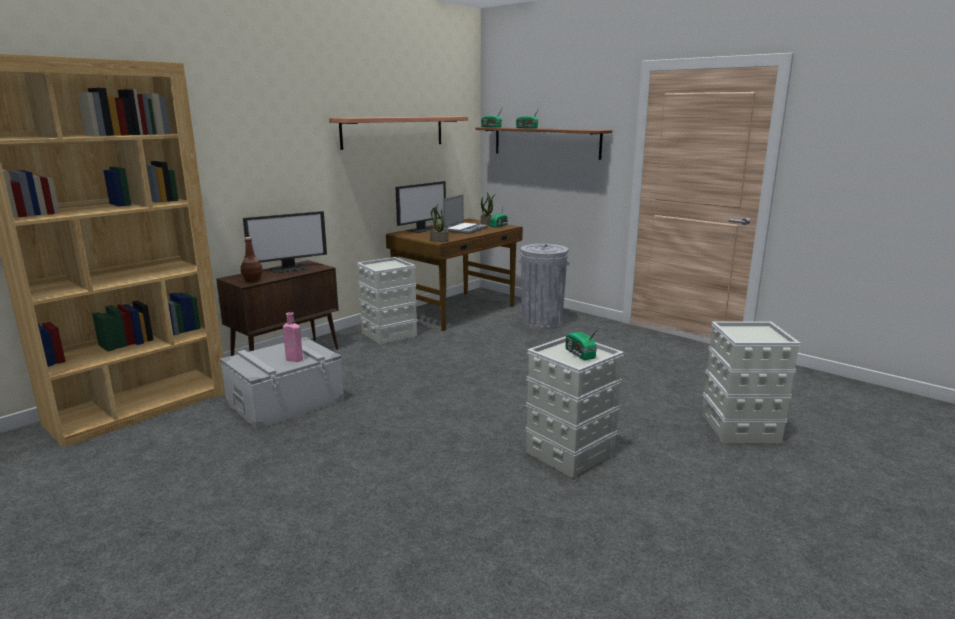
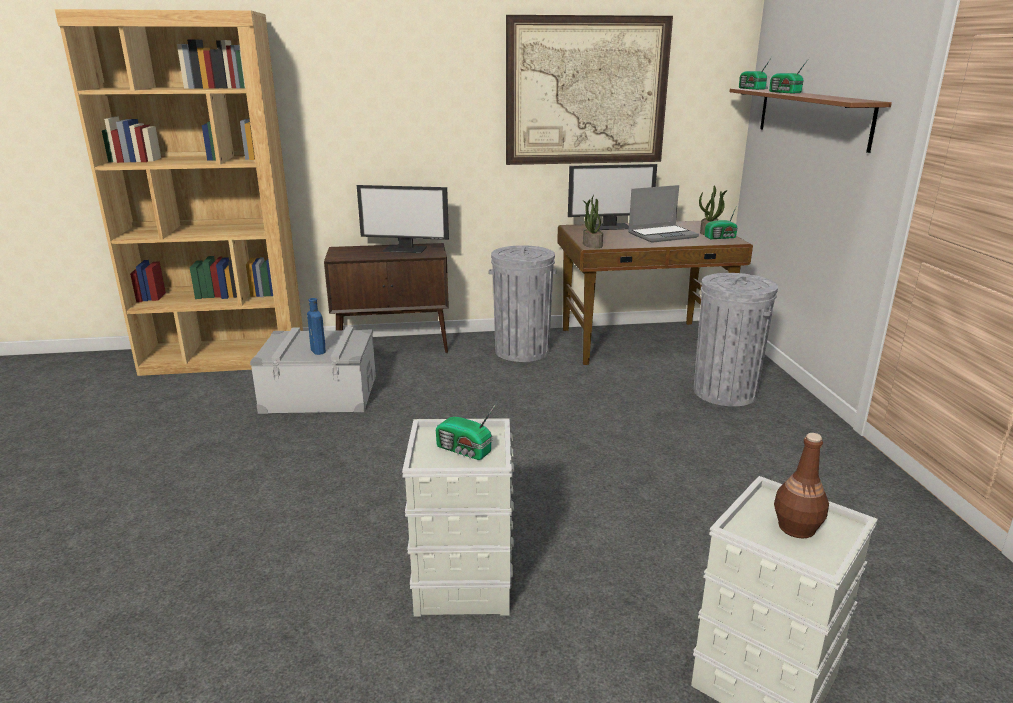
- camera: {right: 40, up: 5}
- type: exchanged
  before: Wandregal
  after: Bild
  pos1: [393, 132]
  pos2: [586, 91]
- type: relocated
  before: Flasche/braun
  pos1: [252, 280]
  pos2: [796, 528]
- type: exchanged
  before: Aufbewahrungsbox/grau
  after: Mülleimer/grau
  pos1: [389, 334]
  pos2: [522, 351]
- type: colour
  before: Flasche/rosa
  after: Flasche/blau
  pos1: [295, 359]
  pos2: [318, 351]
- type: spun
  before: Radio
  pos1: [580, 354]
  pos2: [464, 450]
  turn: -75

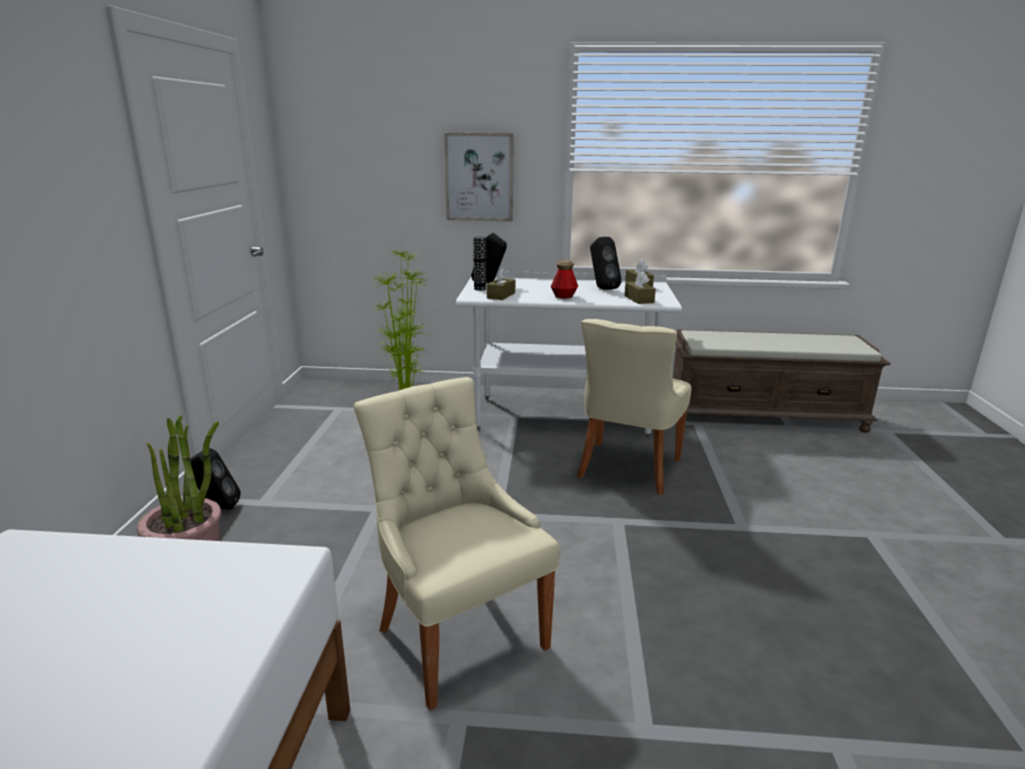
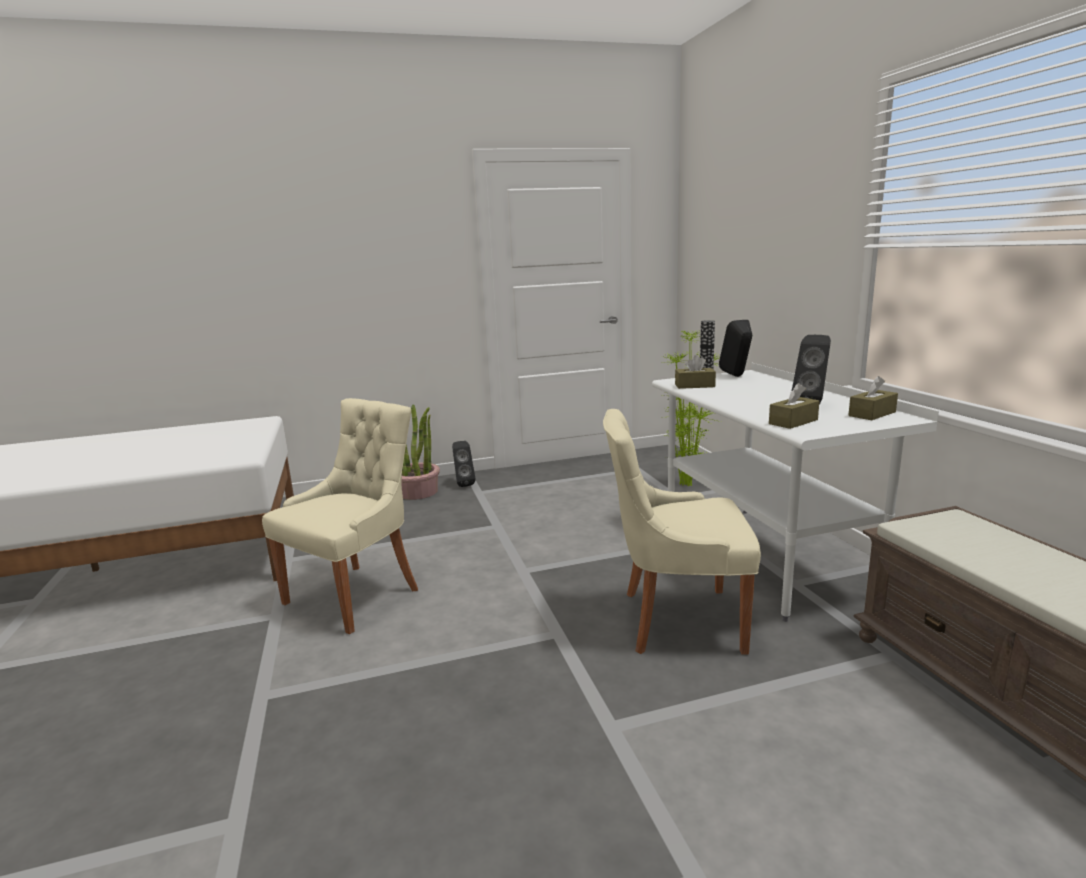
- camera: {right: 70, up: -5}
- type: missing
  before: Bild
  pos1: [479, 177]
- type: missing
  before: Flasche
  pos1: [564, 296]

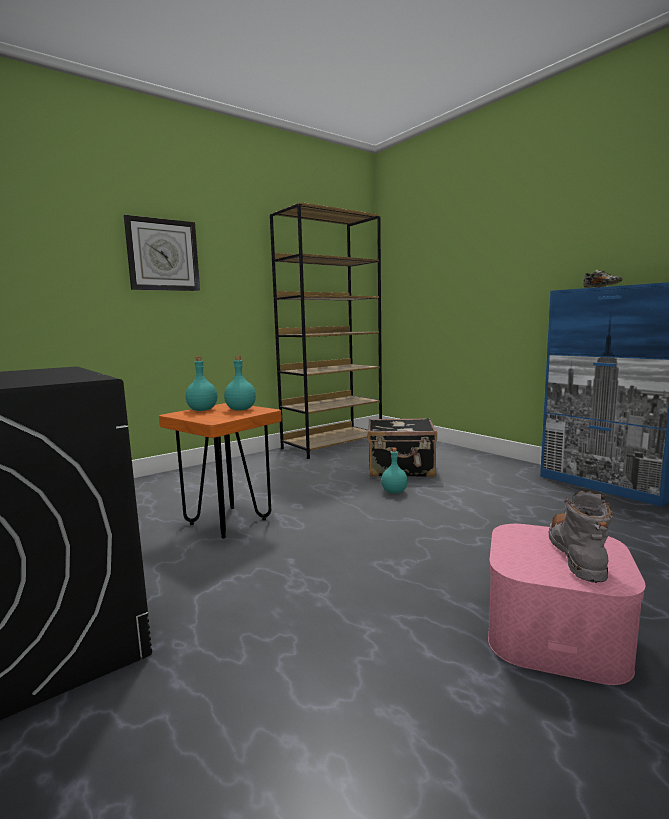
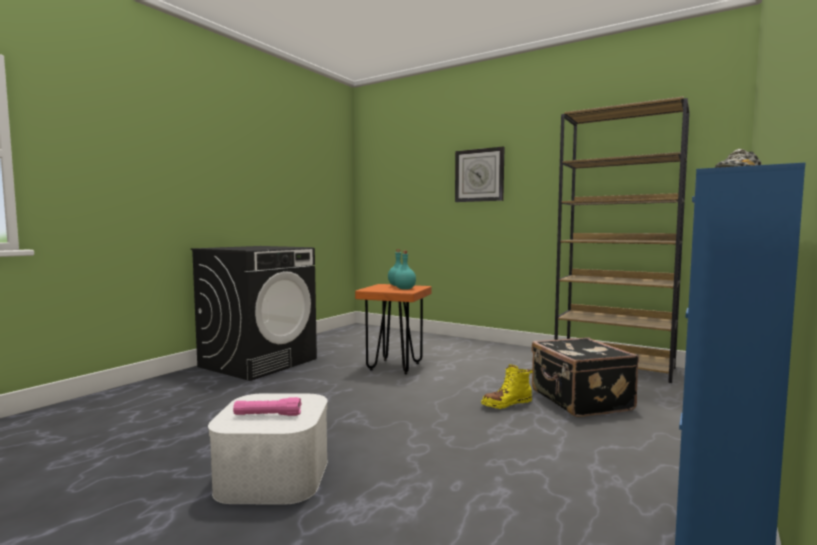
- camera: {right: 70, up: -5}
- type: exchanged
  before: Flasche/türkis
  after: Stiefel/gelb
  pos1: [394, 492]
  pos2: [506, 404]
- type: exchanged
  before: Stiefel/grau
  after: Taschenlampe/rosa
  pos1: [577, 556]
  pos2: [267, 415]
- type: colour
  before: Aufbewahrungsbox/rosa
  after: Aufbewahrungsbox/weiß
  pos1: [555, 631]
  pos2: [273, 475]

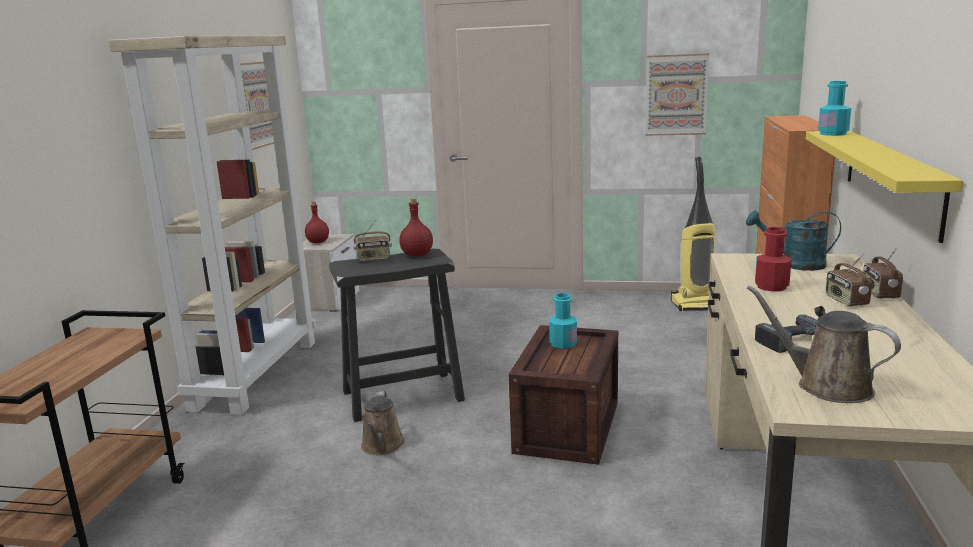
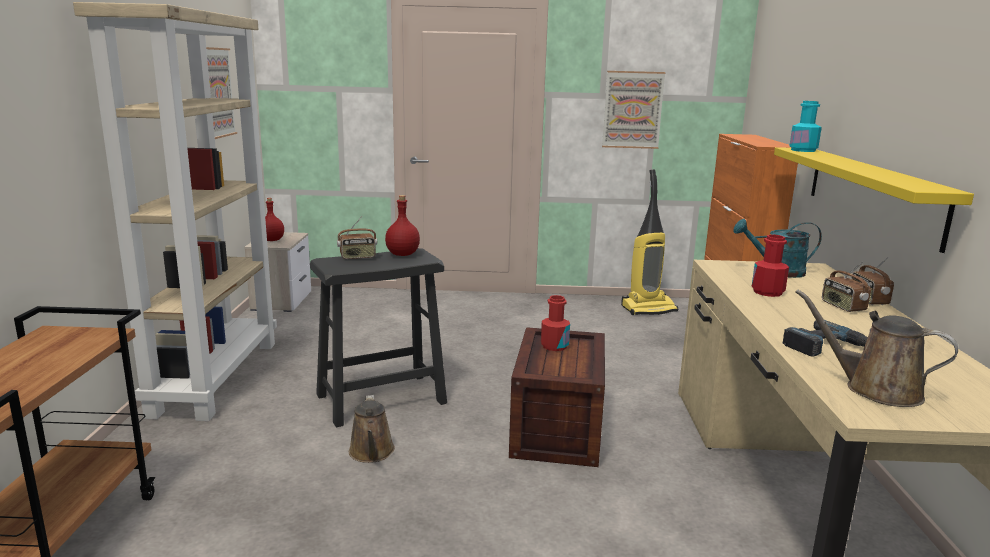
- camera: {right: -10, up: 0}
- type: colour
  before: Flasche/türkis
  after: Flasche/rot
  pos1: [563, 344]
  pos2: [554, 346]

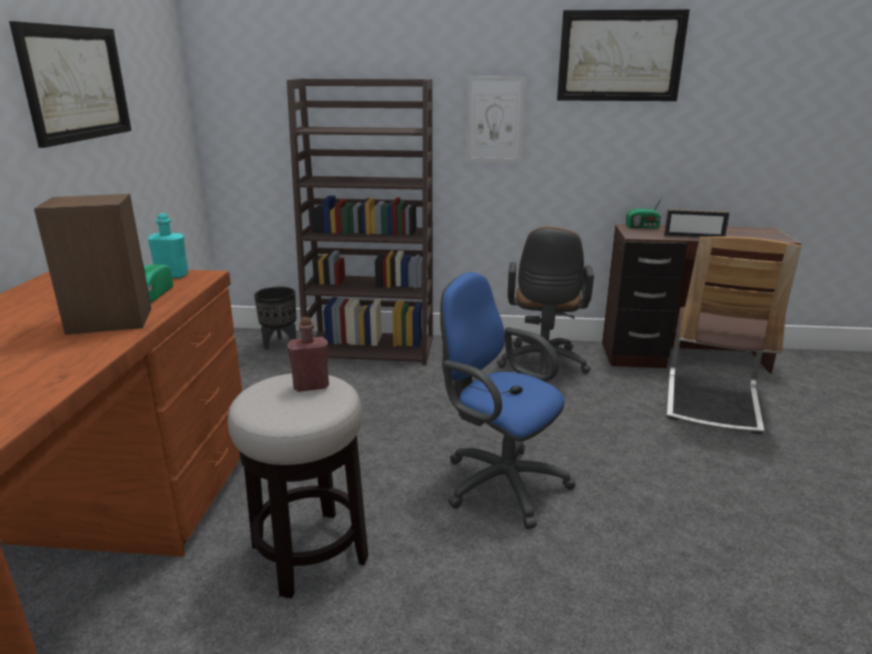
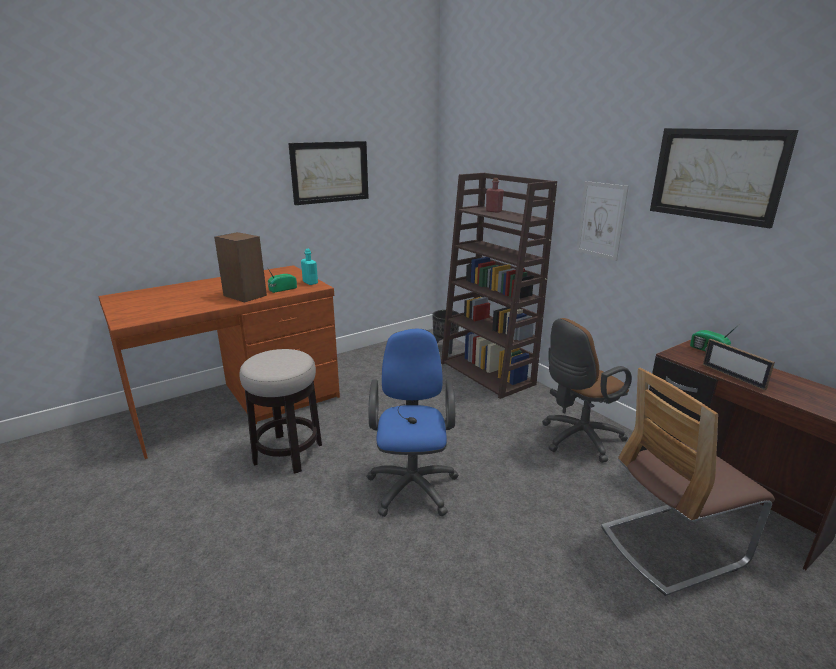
- camera: {right: 50, up: 0}
- type: relocated
  before: Flasche/rot
  pos1: [311, 386]
  pos2: [493, 211]

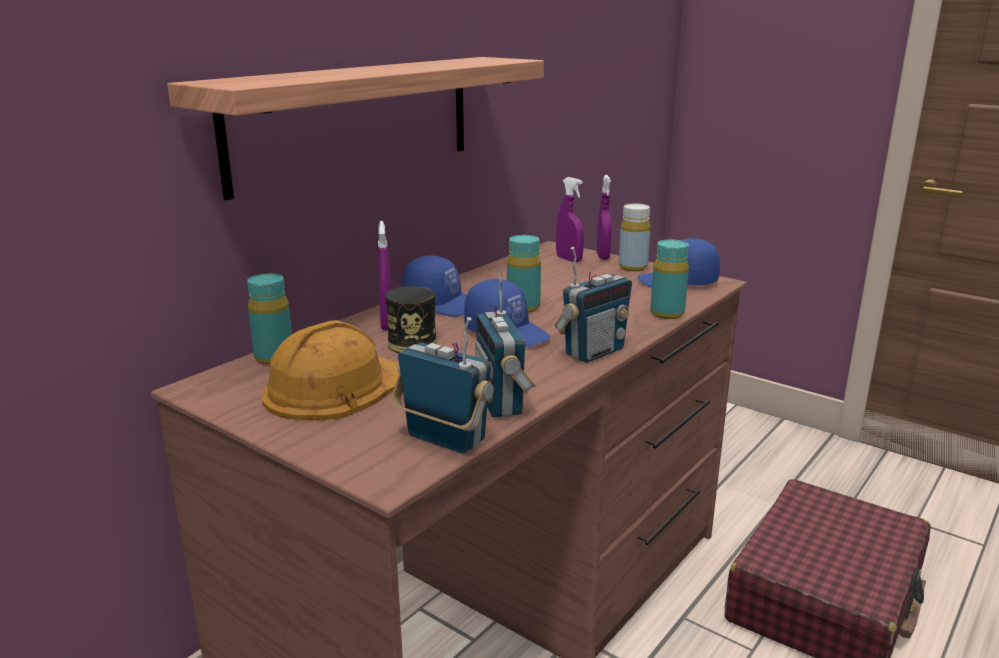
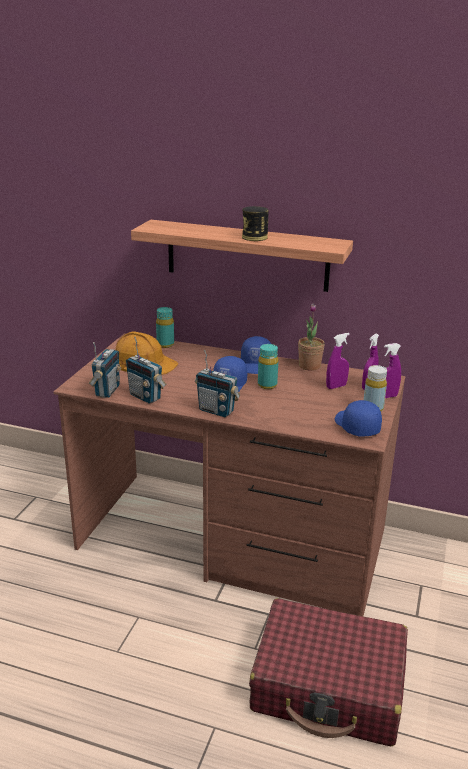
- camera: {right: 70, up: 5}
- type: relocated
  before: Sprühflasche/lila
  pos1: [387, 324]
  pos2: [336, 386]
- type: missing
  before: Flasche/türkis
  pos1: [667, 314]
- type: spun
  before: Radio
  pos1: [501, 403]
  pos2: [145, 397]
  turn: -105
- type: relocated
  before: Dose
  pos1: [412, 344]
  pos2: [254, 237]
- type: appeared
  after: Topfpflanze
  pos2: [309, 366]

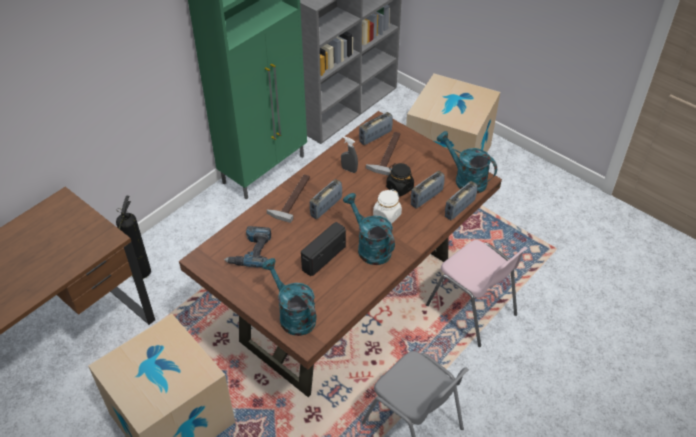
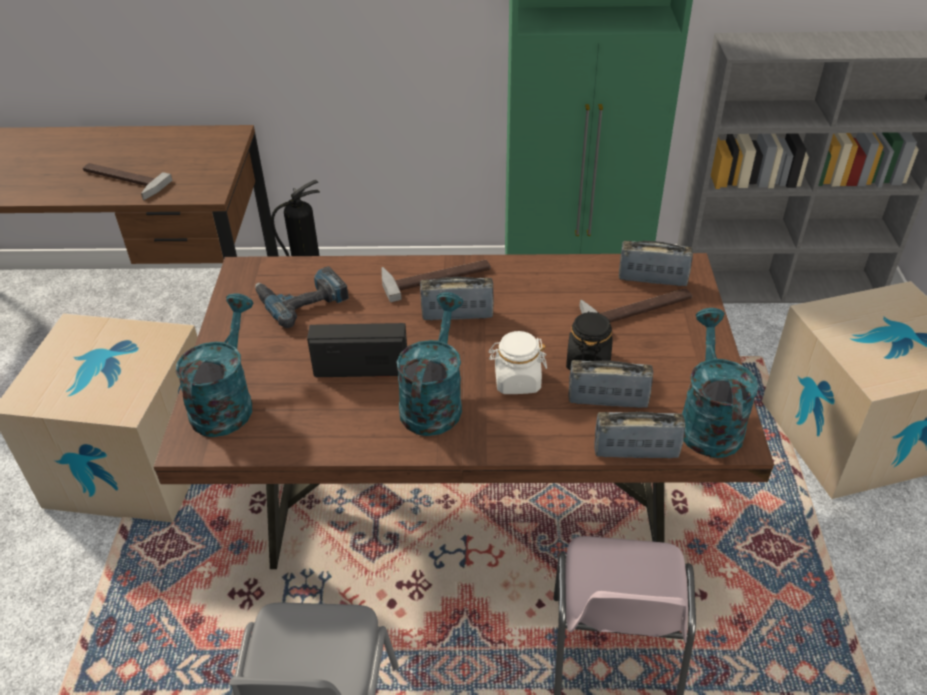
- camera: {right: 50, up: -5}
- type: missing
  before: Sprühflasche/grau
  pos1: [349, 169]
- type: appeared
  after: Hammer
  pos2: [121, 181]

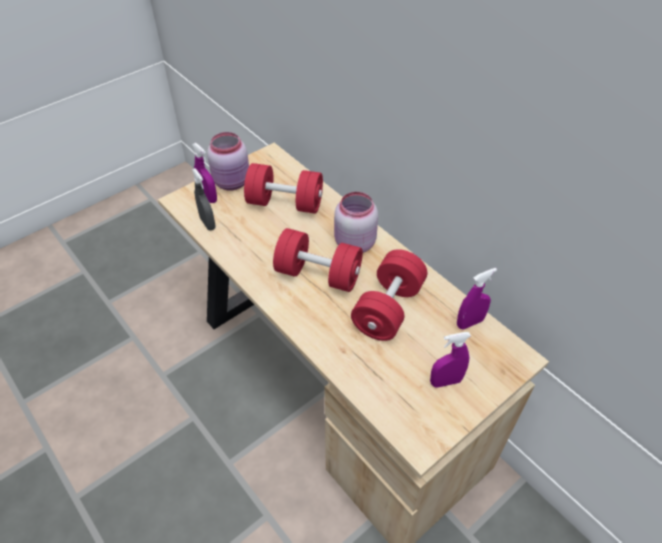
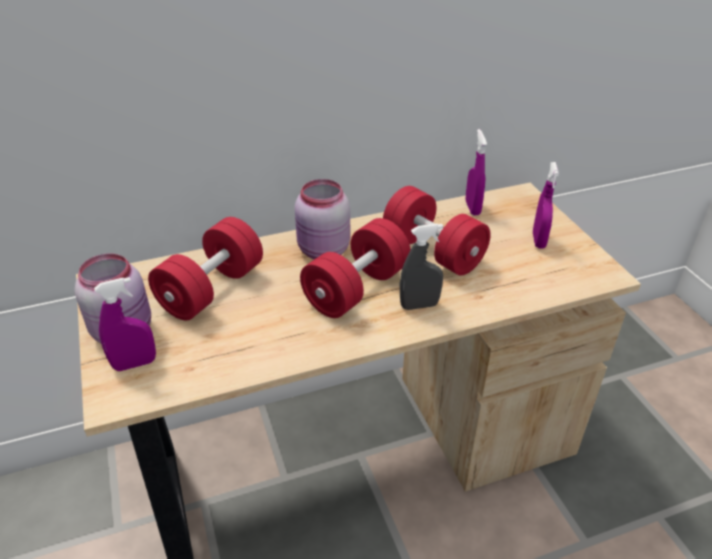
- camera: {right: -70, up: -10}
- type: relocated
  before: Sprühflasche/grau
  pos1: [207, 223]
  pos2: [419, 305]

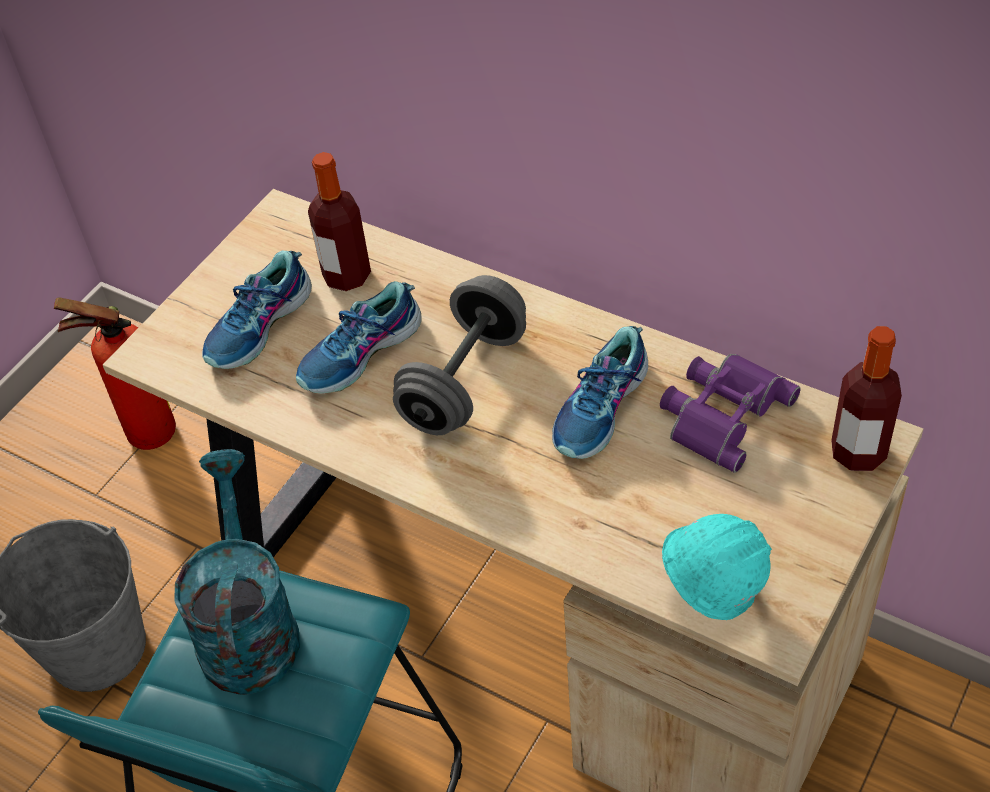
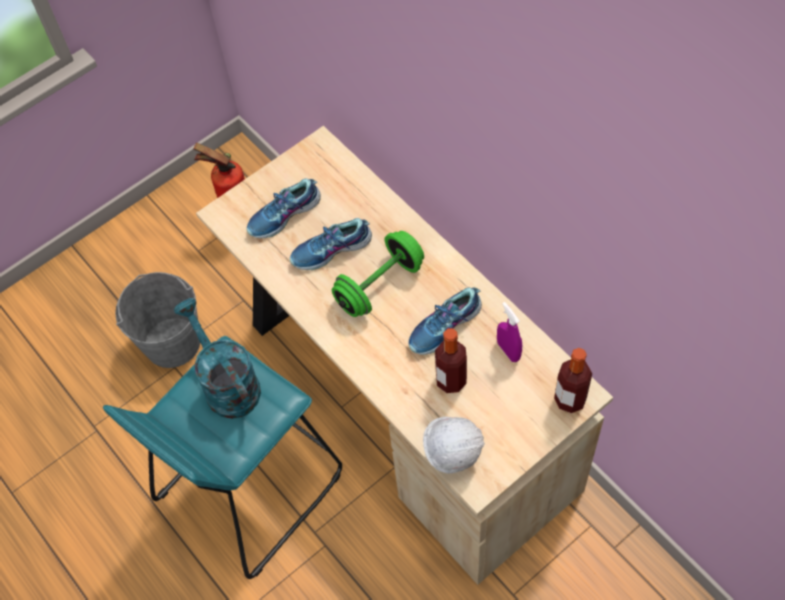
- camera: {right: 20, up: 10}
- type: relocated
  before: Flasche
  pos1: [347, 276]
  pos2: [451, 380]
- type: colour
  before: Hantel/grau
  after: Hantel/grün
  pos1: [464, 381]
  pos2: [379, 285]
- type: exchanged
  before: Fernglas/lila
  after: Sprühflasche/lila
  pos1: [722, 412]
  pos2: [508, 351]
- type: spun
  before: Gießkanne/türkis
  pos1: [247, 625]
  pos2: [226, 383]
  turn: -45
- type: colour
  before: Schutzhelm/türkis
  after: Schutzhelm/weiß
  pos1: [711, 596]
  pos2: [453, 454]

